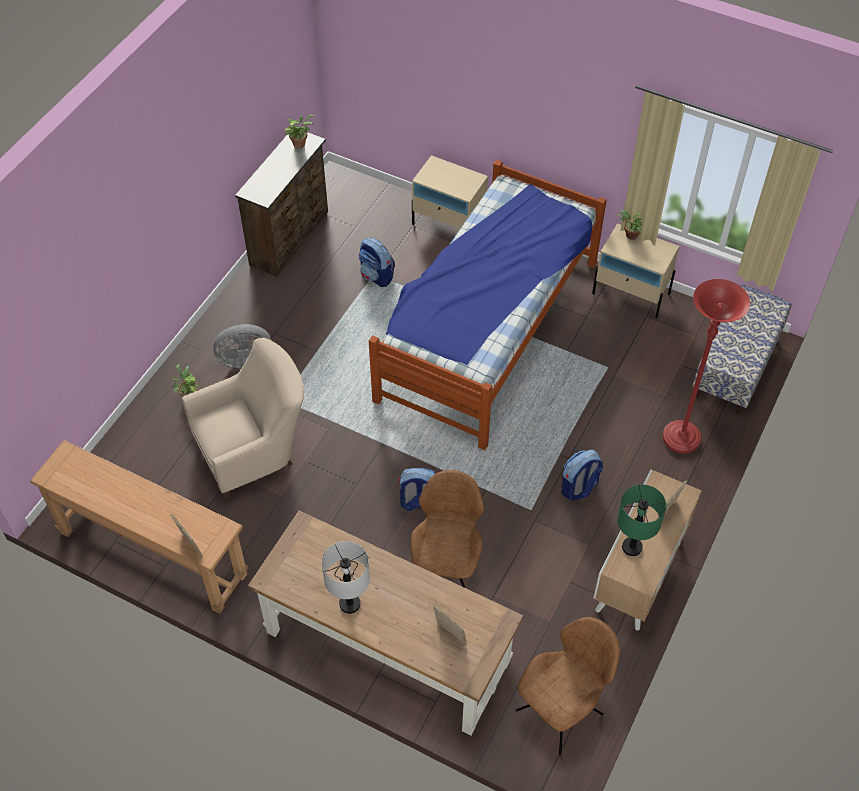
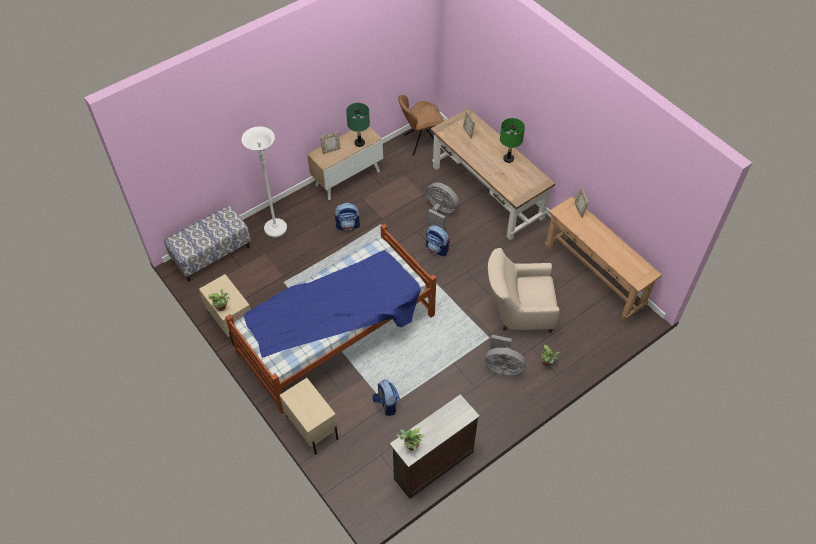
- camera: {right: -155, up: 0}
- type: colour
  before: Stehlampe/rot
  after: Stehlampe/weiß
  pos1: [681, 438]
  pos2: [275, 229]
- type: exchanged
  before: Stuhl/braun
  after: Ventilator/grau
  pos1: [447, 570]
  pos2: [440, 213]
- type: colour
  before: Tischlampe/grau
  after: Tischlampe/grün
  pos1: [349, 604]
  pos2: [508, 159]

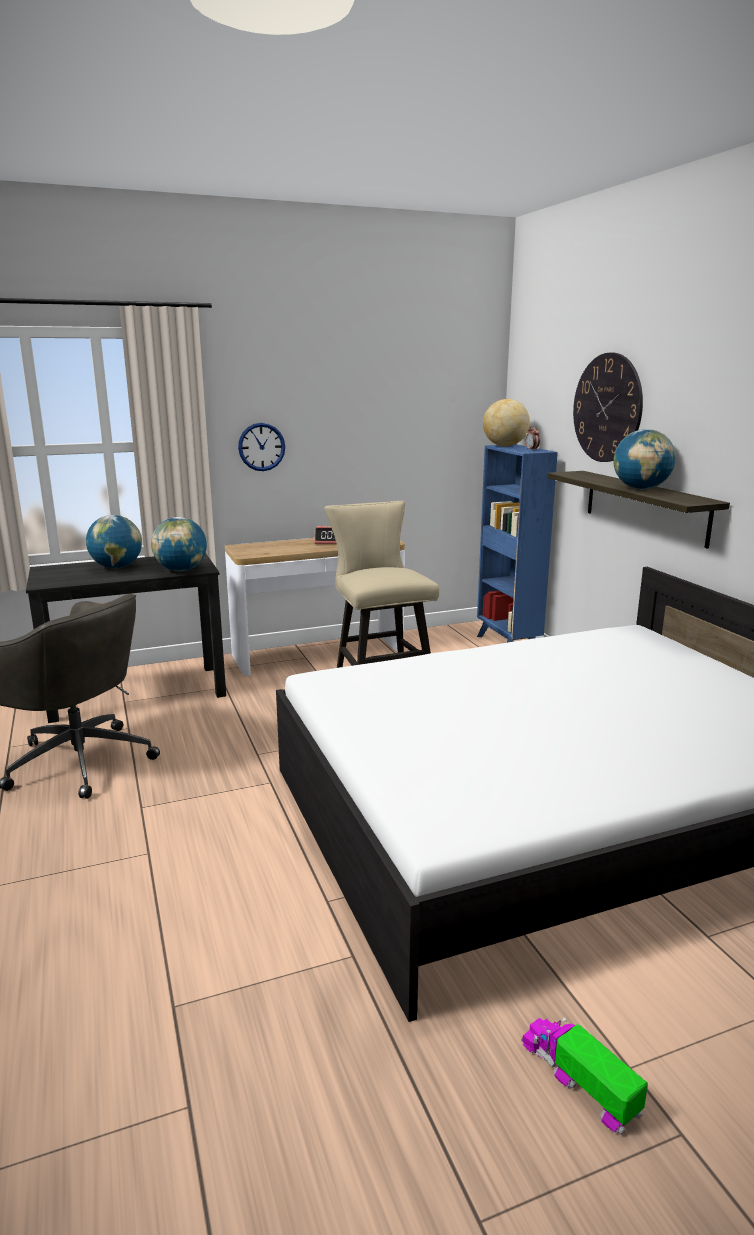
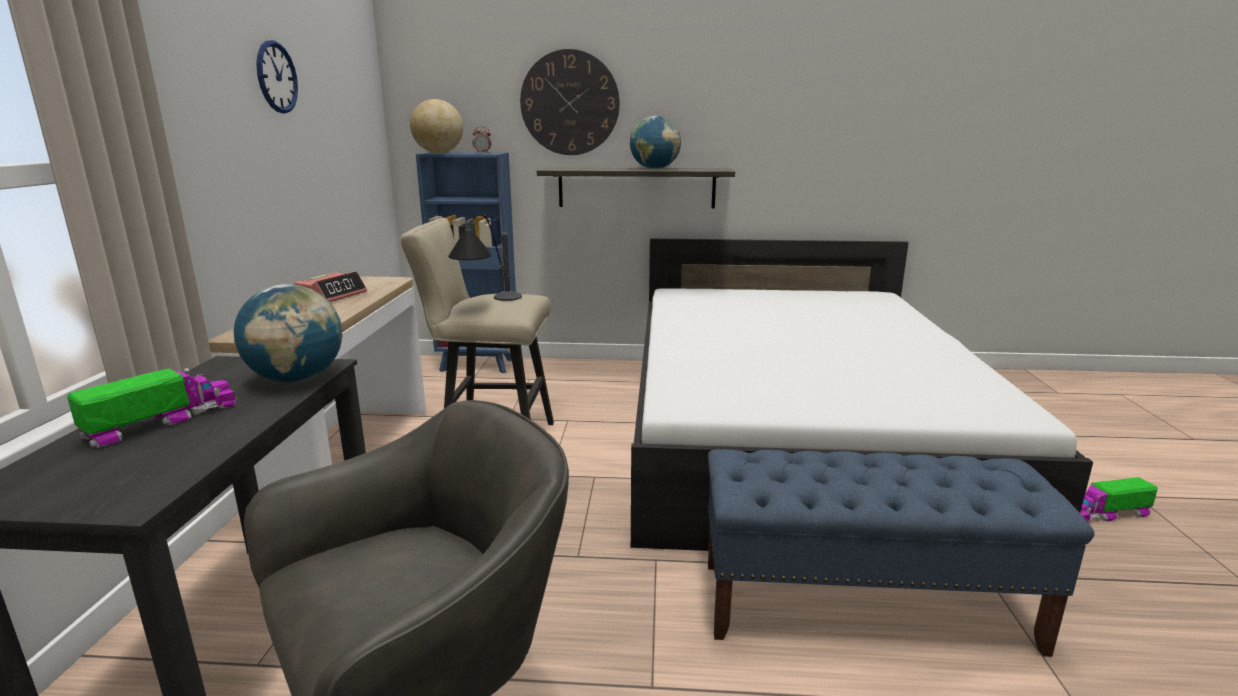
- camera: {right: -65, up: 0}
- type: relocated
  before: Wanduhr
  pos1: [261, 447]
  pos2: [276, 77]
- type: exchanged
  before: Globus
  after: Spielzeuglaster
  pos1: [117, 567]
  pos2: [162, 422]
- type: appeared
  after: Tischlampe
  pos2: [487, 303]
- type: appeared
  after: Bank/blau
  pos2: [865, 606]

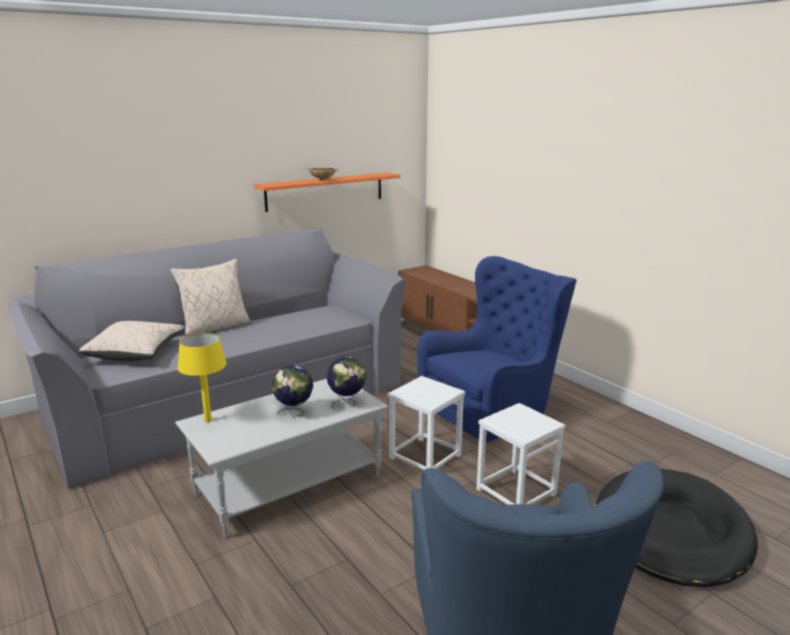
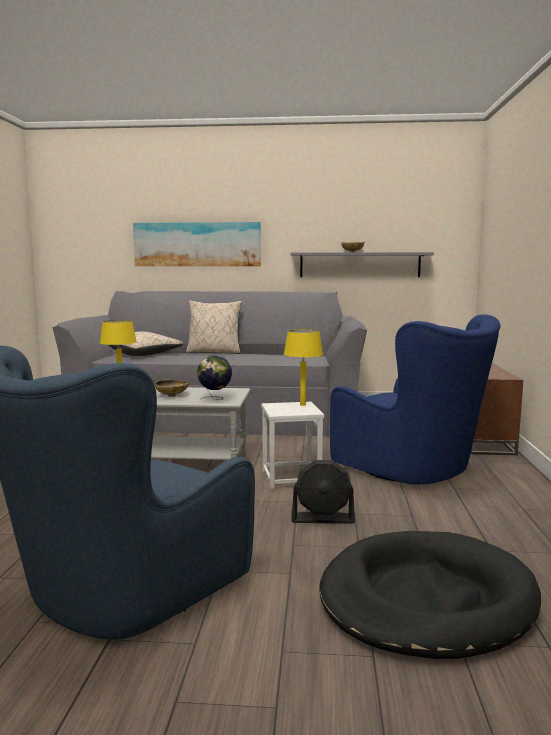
- camera: {right: 40, up: -10}
- type: colour
  before: Wandregal/orange
  after: Wandregal/grau
  pos1: [325, 191]
  pos2: [359, 265]
- type: spun
  before: Sessel/blau
  pos1: [493, 409]
  pos2: [412, 469]
  turn: 45
- type: exchanged
  before: Globus
  after: Schüssel/beige
  pos1: [294, 413]
  pos2: [172, 396]
- type: exchanged
  before: Hocker/weiß
  after: Ventilator/schwarz
  pos1: [516, 491]
  pos2: [322, 518]
- type: appeared
  after: Bild
  pos2: [197, 244]
- type: appeared
  after: Tischlampe/gelb
  pos2: [303, 405]

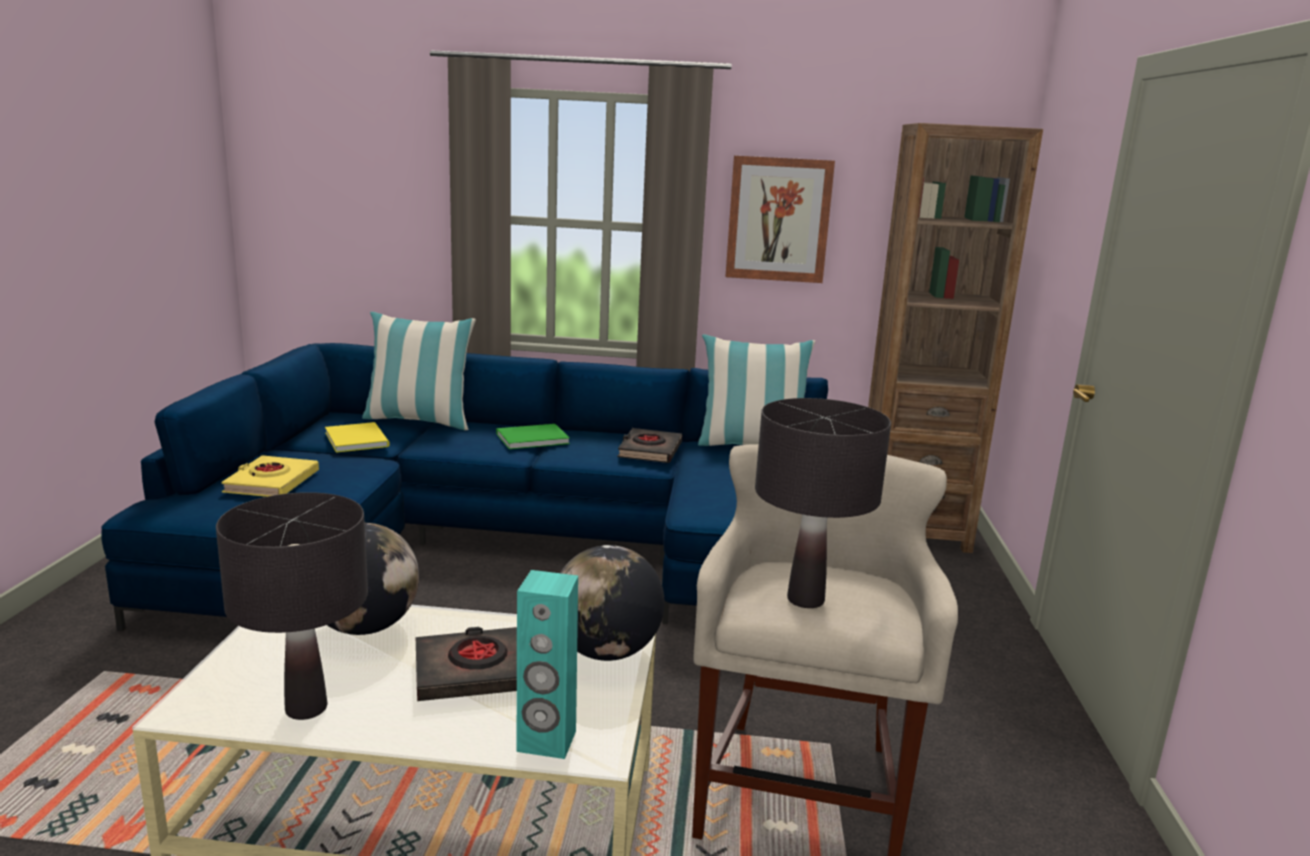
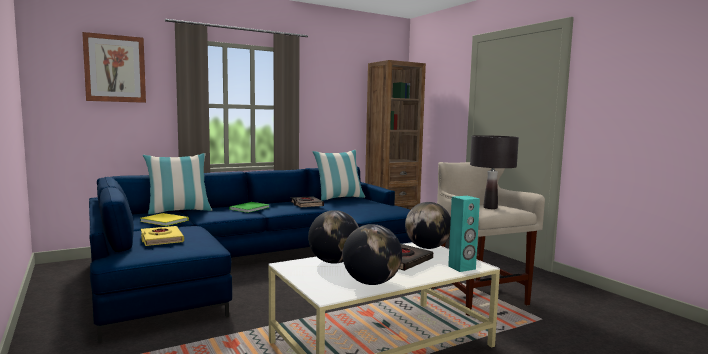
- camera: {right: -35, up: -10}
- type: relocated
  before: Bild
  pos1: [778, 219]
  pos2: [115, 68]
- type: exchanged
  before: Tischlampe/schwarz
  after: Globus
  pos1: [307, 708]
  pos2: [371, 283]

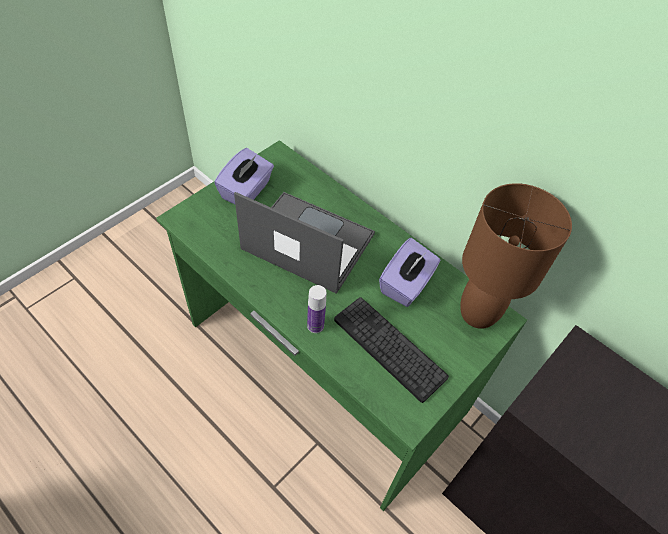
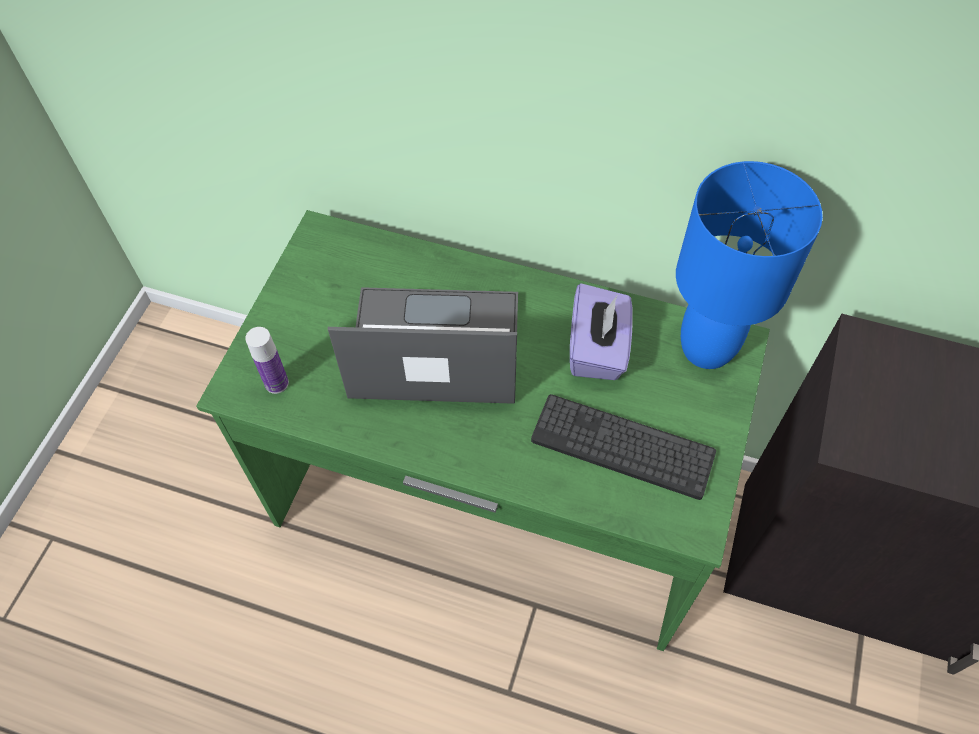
- camera: {right: -20, up: 5}
- type: missing
  before: Taschentuchbox/lila
  pos1: [246, 191]
- type: colour
  before: Tischlampe/braun
  after: Tischlampe/blau
  pos1: [477, 314]
  pos2: [706, 349]
- type: relocated
  before: Flasche
  pos1: [315, 326]
  pos2: [276, 383]

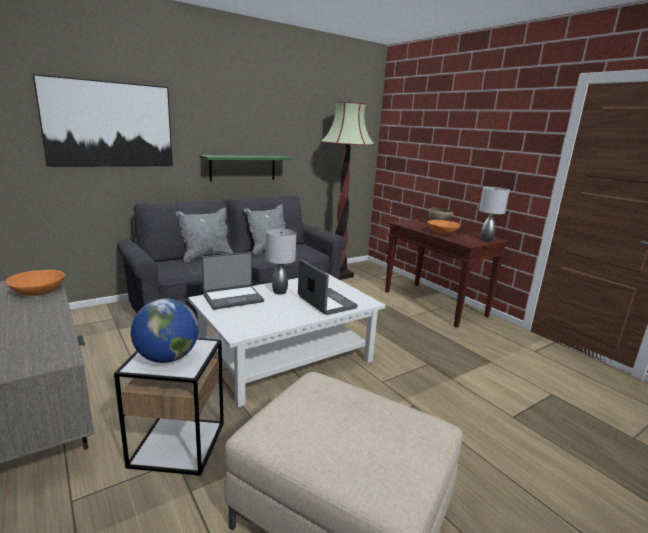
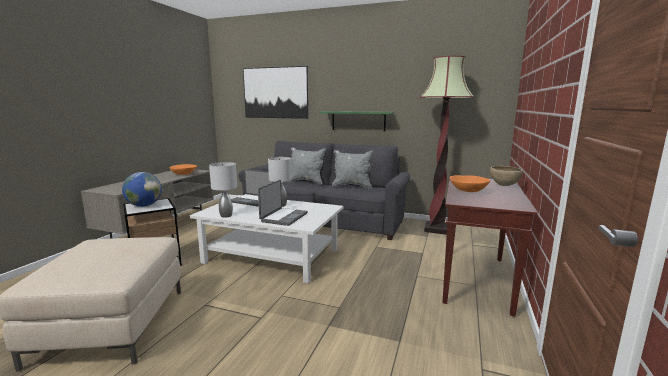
- camera: {right: 55, up: -5}
- type: relocated
  before: Tischlampe/grau
  pos1: [487, 240]
  pos2: [226, 216]

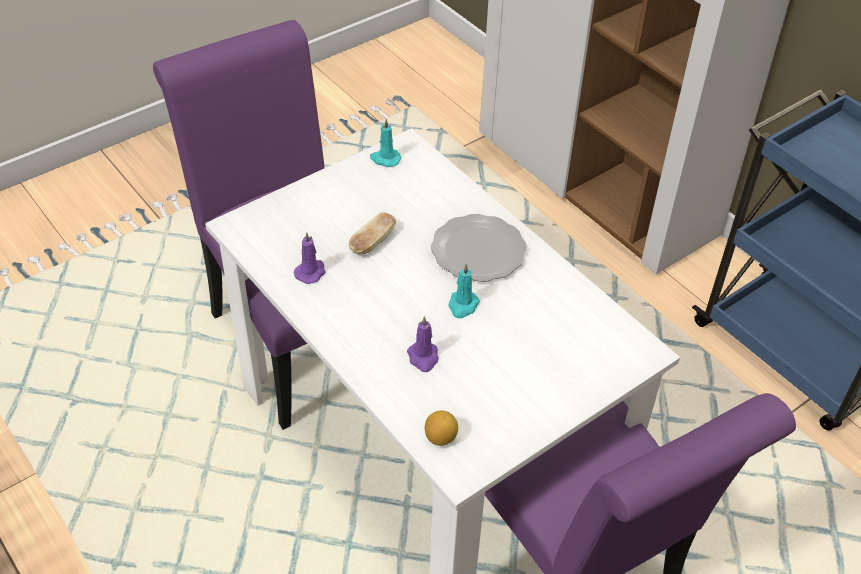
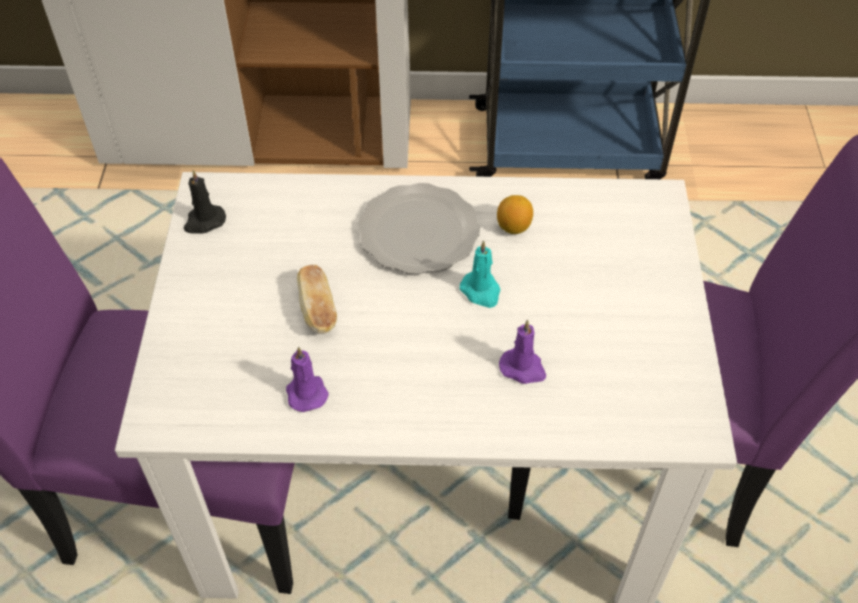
- camera: {right: -50, up: 5}
- type: colour
  before: Kerze/türkis
  after: Kerze/schwarz
  pos1: [385, 159]
  pos2: [204, 221]
- type: relocated
  before: Zitrone
  pos1: [440, 438]
  pos2: [513, 227]

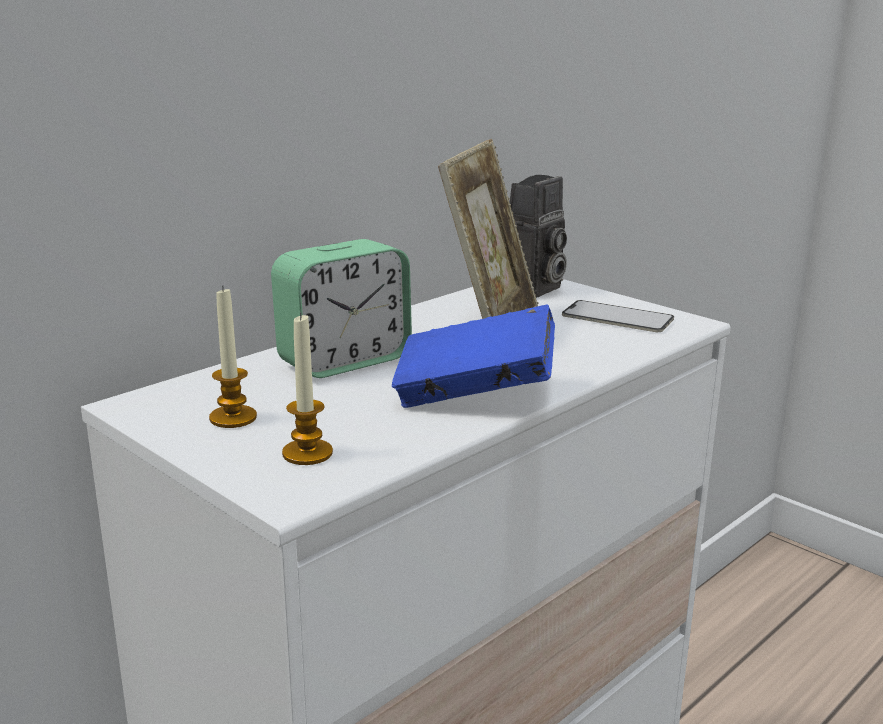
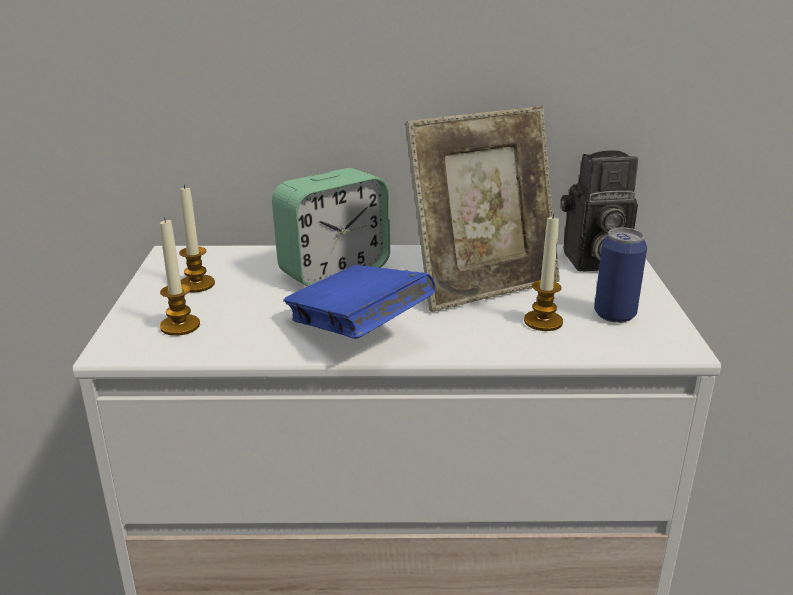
- camera: {right: 45, up: 5}
- type: spun
  before: Wecker
  pos1: [344, 361]
  pos2: [334, 271]
  turn: -45
- type: exchanged
  before: Handy
  after: Dose
  pos1: [617, 317]
  pos2: [614, 314]
- type: appeared
  after: Kerze
  pos2: [543, 322]

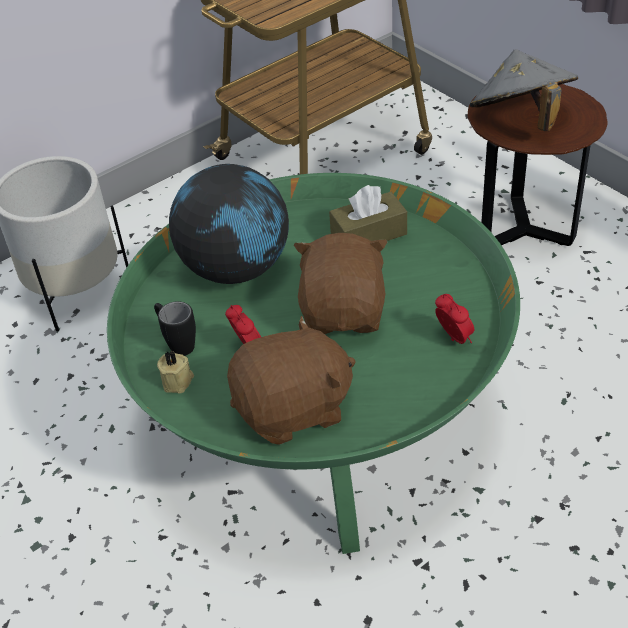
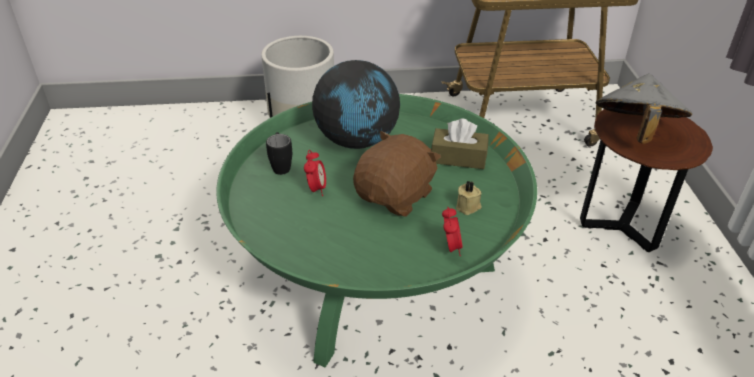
- camera: {right: 30, up: -5}
- type: missing
  before: Plüschtier/braun
  pos1: [294, 409]
- type: relocated
  before: Kerze/beige
  pos1: [178, 381]
  pos2: [468, 207]

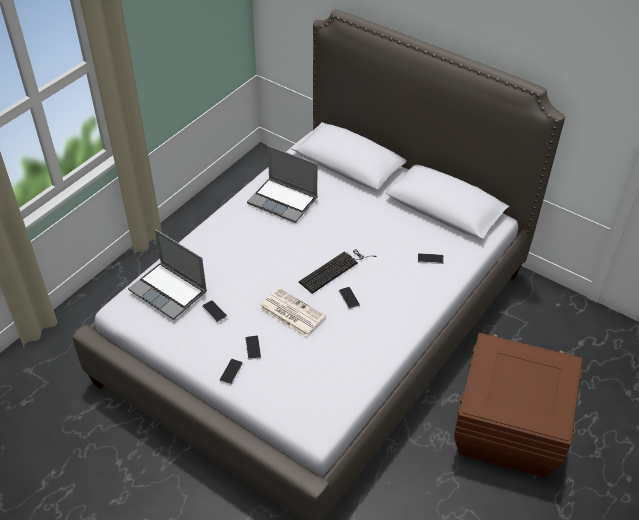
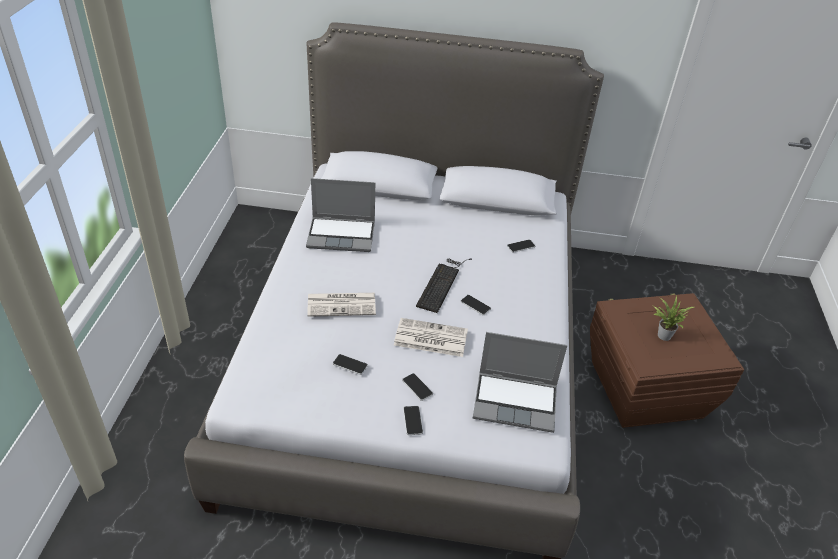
- camera: {right: -30, up: -5}
- type: relocated
  before: Laptop
  pos1: [169, 291]
  pos2: [516, 402]
- type: appeared
  after: Zeitung
  pos2: [342, 304]
- type: appeared
  after: Topfpflanze
  pos2: [663, 334]

